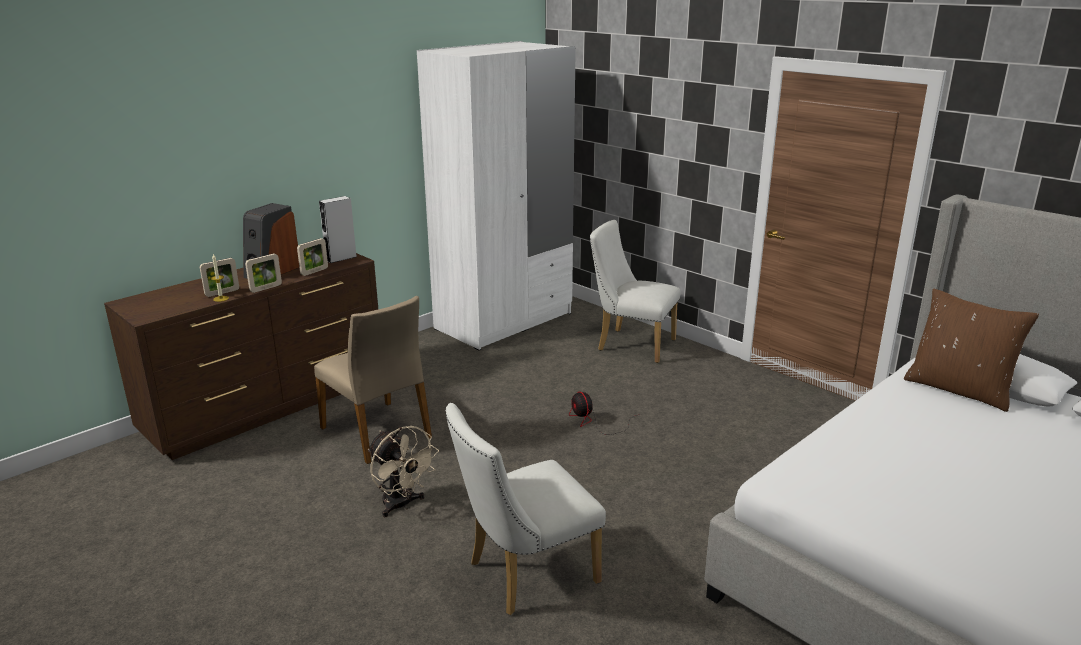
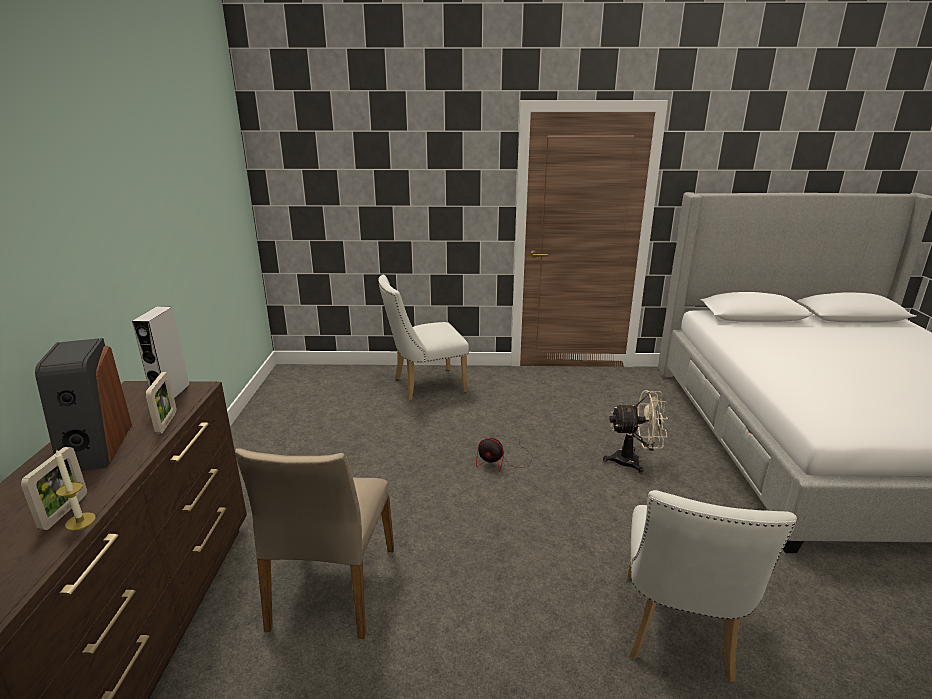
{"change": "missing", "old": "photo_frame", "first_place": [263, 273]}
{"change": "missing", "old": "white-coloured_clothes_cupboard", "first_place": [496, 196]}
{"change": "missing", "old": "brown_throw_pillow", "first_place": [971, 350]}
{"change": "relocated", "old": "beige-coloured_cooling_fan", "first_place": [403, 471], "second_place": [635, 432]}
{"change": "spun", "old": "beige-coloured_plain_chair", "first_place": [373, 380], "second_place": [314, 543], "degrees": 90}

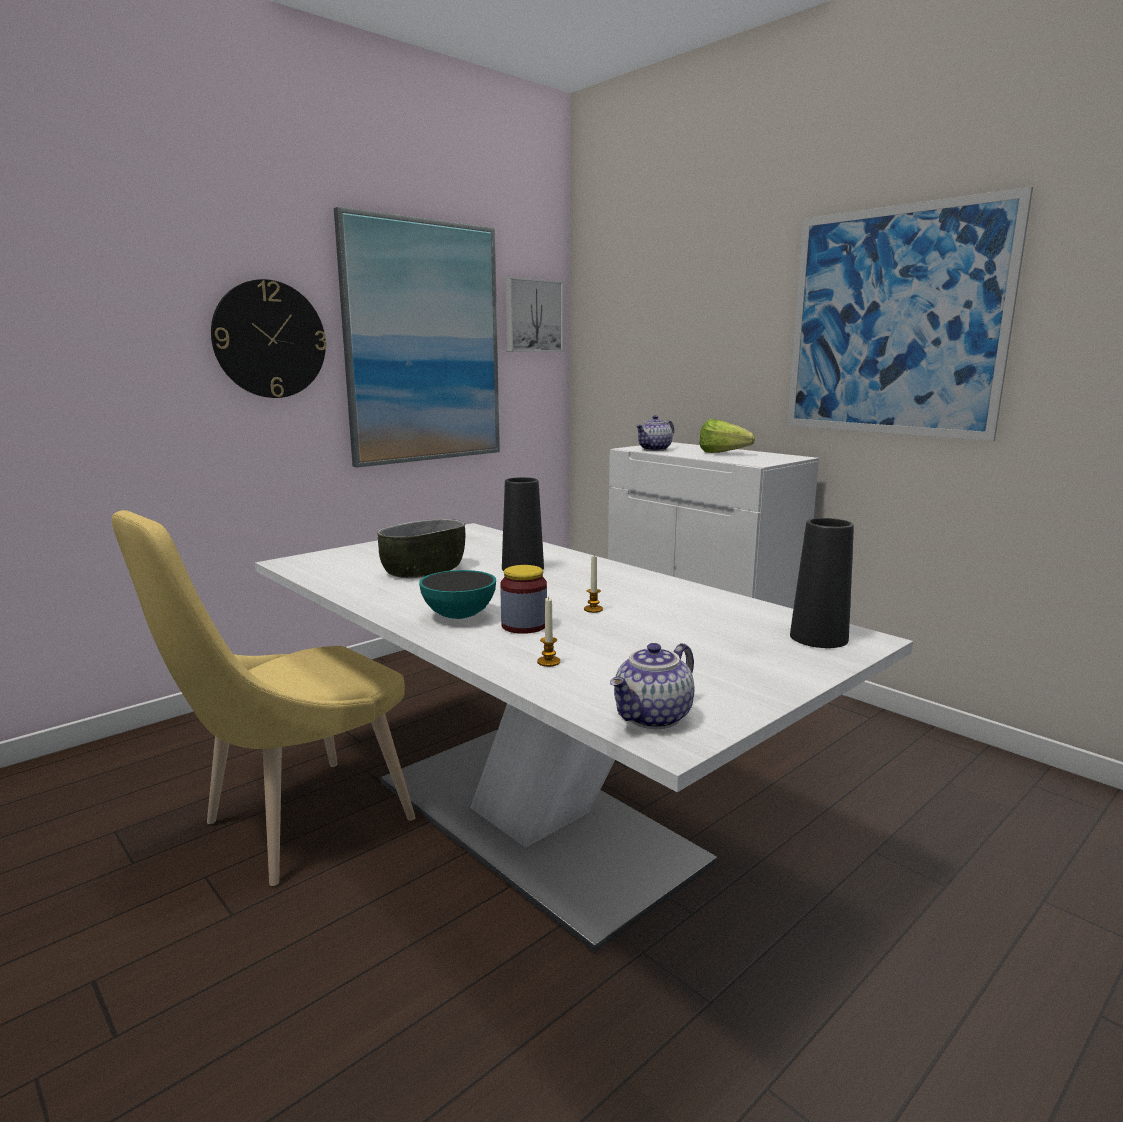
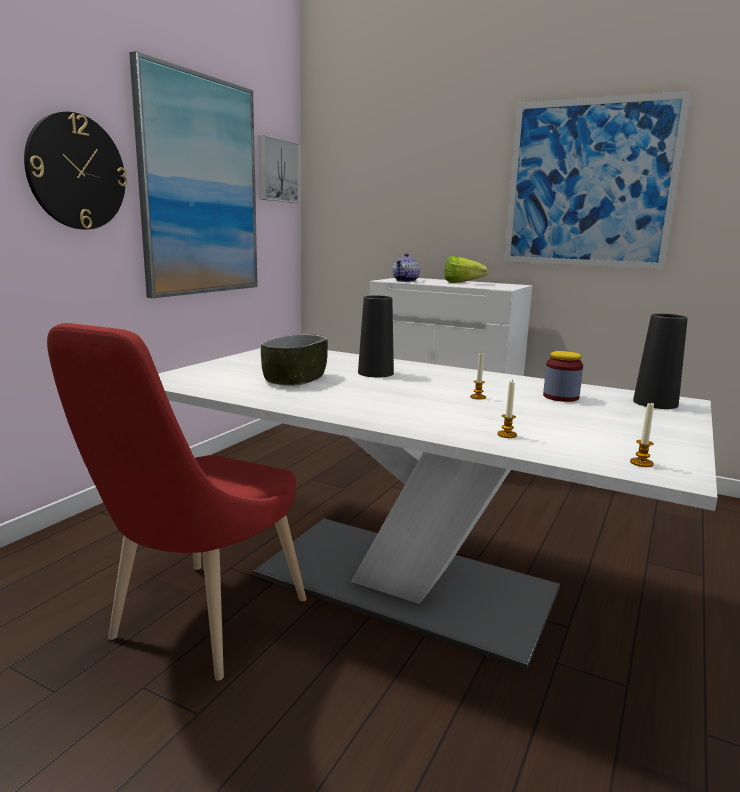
{"change": "missing", "old": "serving_bowl", "first_place": [457, 594]}
{"change": "relocated", "old": "storage_jar", "first_place": [523, 599], "second_place": [563, 376]}
{"change": "exchanged", "old": "tea_pot", "new": "wax_light", "first_place": [652, 686], "second_place": [642, 435]}
{"change": "colour", "old": "yellow-coloured_plain_chair", "new": "red_plain_chair", "first_place": [264, 698], "second_place": [176, 502]}

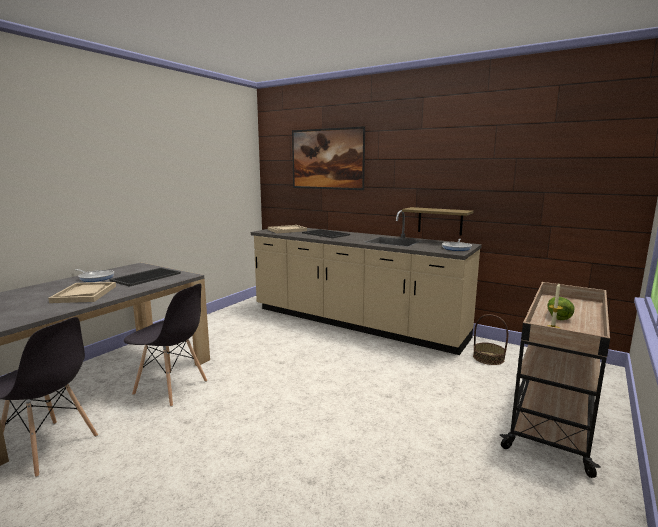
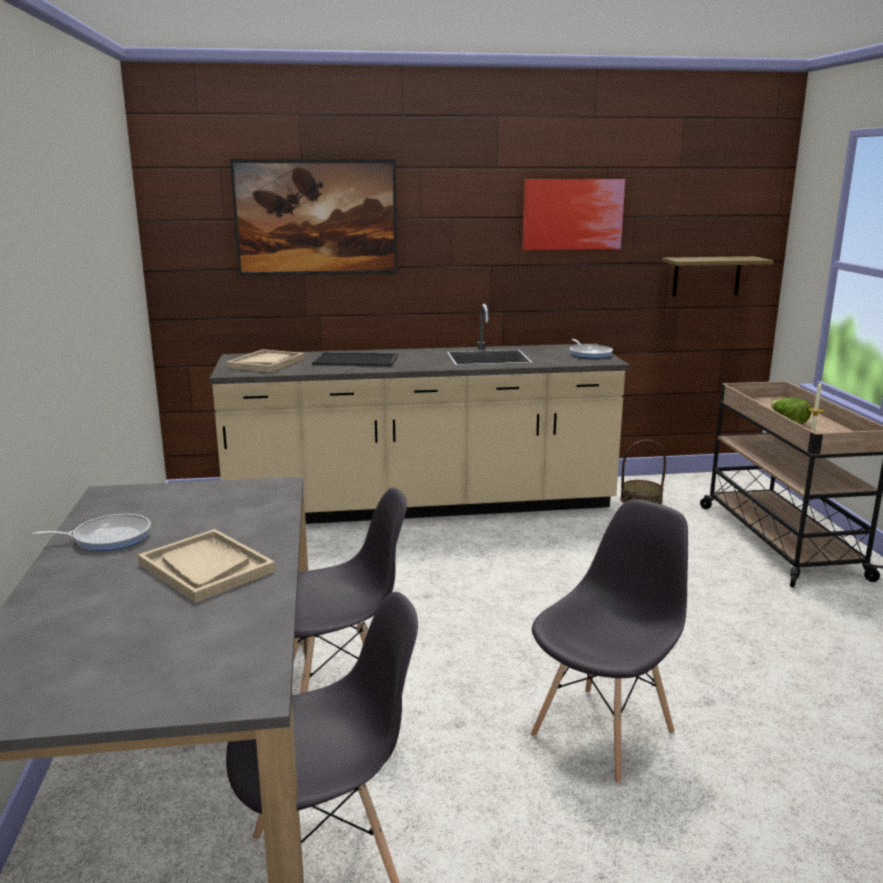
{"change": "missing", "old": "tray", "first_place": [145, 277]}
{"change": "appeared", "new": "wall_picture", "second_place": [573, 214]}
{"change": "appeared", "new": "gray_plain_chair", "second_place": [609, 641]}
{"change": "relocated", "old": "shelf", "first_place": [437, 221], "second_place": [718, 276]}

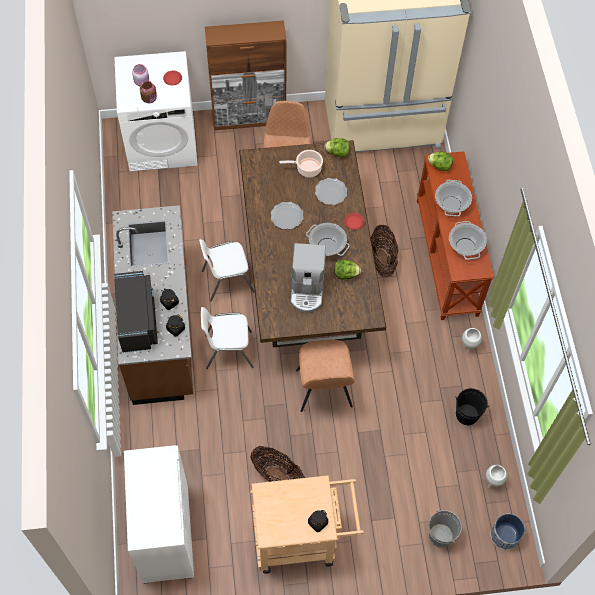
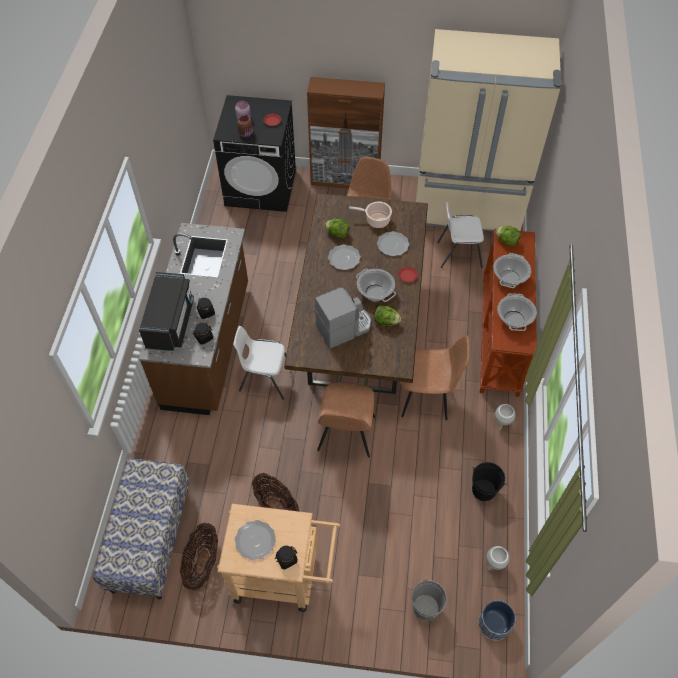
{"change": "appeared", "new": "dinner_plate", "second_place": [255, 540]}
{"change": "appeared", "new": "brown_plain_chair", "second_place": [435, 377]}
{"change": "relocated", "old": "white-coloured_plain_chair", "first_place": [227, 270], "second_place": [460, 235]}
{"change": "relocated", "old": "head_of_lettuce", "first_place": [337, 147], "second_place": [337, 228]}
{"change": "relocated", "old": "basket", "first_place": [384, 251], "second_place": [199, 557]}
{"change": "exchanged", "old": "white-coloured_storage_cabinet", "new": "indoor_bench", "first_place": [159, 514], "second_place": [141, 529]}
{"change": "colour", "old": "white-coloured_laundry_machine", "new": "black-coloured_laundry_machine", "first_place": [156, 111], "second_place": [254, 153]}
{"change": "spun", "old": "coffee_maker", "first_place": [308, 278], "second_place": [343, 318], "degrees": -135}

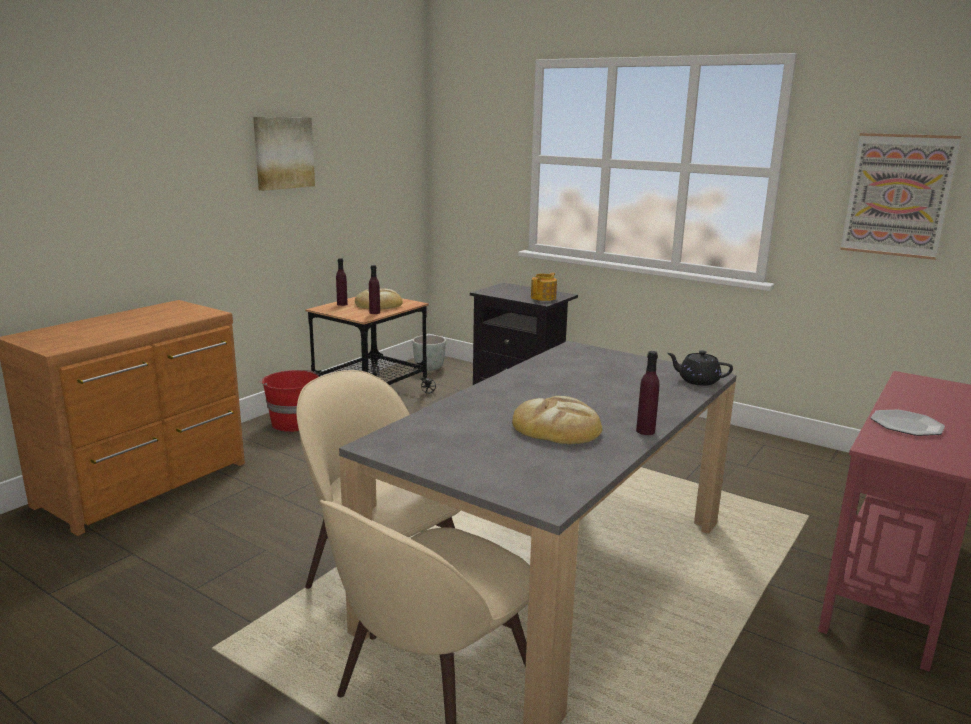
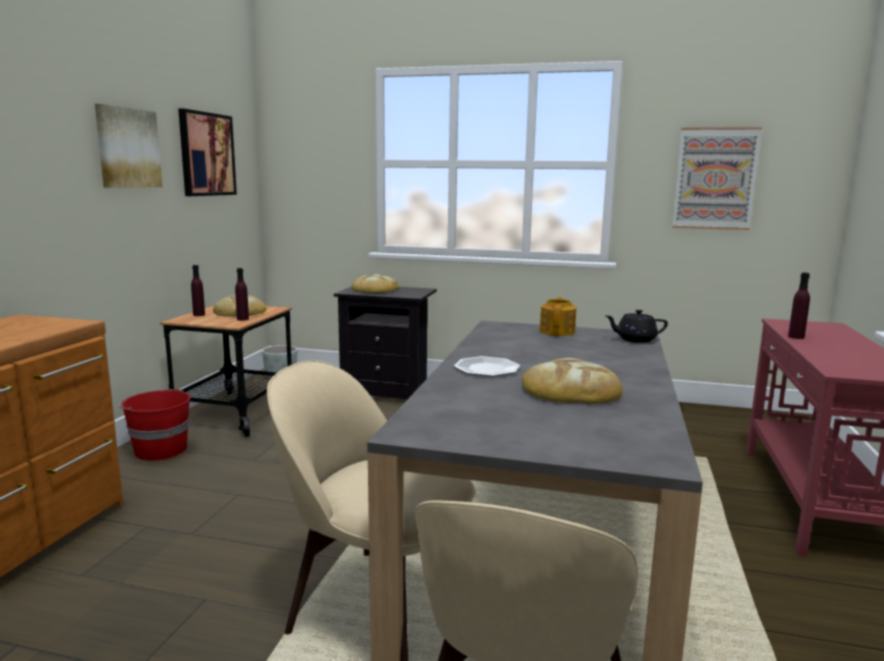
{"change": "appeared", "new": "wall_picture", "second_place": [207, 152]}
{"change": "appeared", "new": "bread", "second_place": [375, 283]}
{"change": "relocated", "old": "tea_pot", "first_place": [544, 287], "second_place": [558, 316]}
{"change": "relocated", "old": "purple-coloured_drink_bottle", "first_place": [647, 393], "second_place": [799, 306]}
{"change": "relocated", "old": "dinner_plate", "first_place": [908, 423], "second_place": [487, 366]}

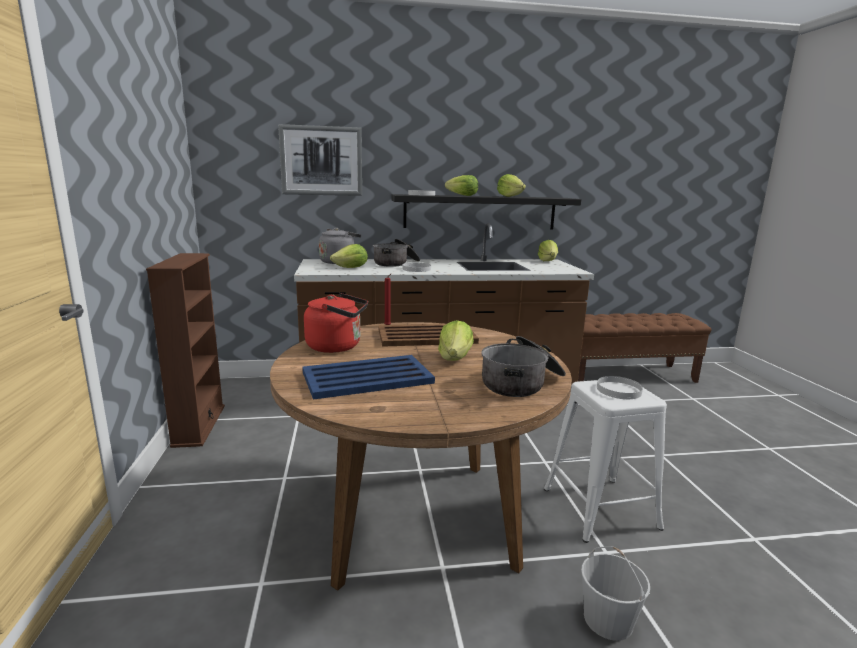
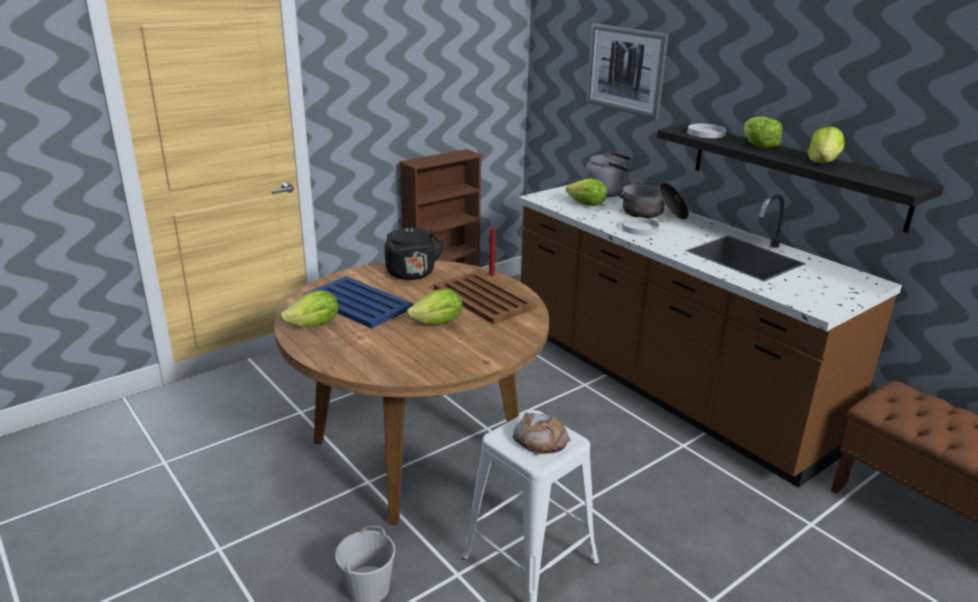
{"change": "missing", "old": "saucepot", "first_place": [523, 366]}
{"change": "relocated", "old": "head_of_lettuce", "first_place": [548, 250], "second_place": [309, 308]}
{"change": "exchanged", "old": "white-coloured_dinner_plate", "new": "bread", "first_place": [620, 387], "second_place": [542, 433]}
{"change": "colour", "old": "red_tea_kettle", "new": "black-coloured_tea_kettle", "first_place": [336, 323], "second_place": [414, 254]}

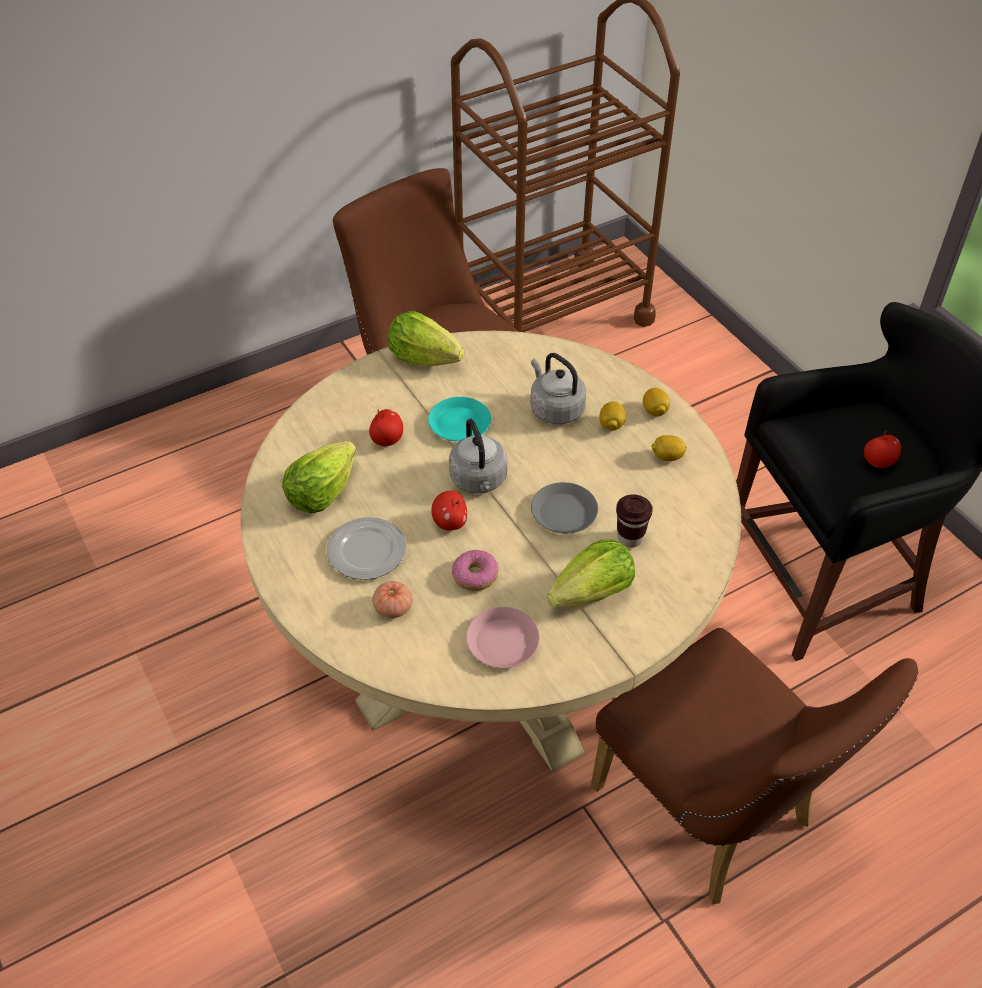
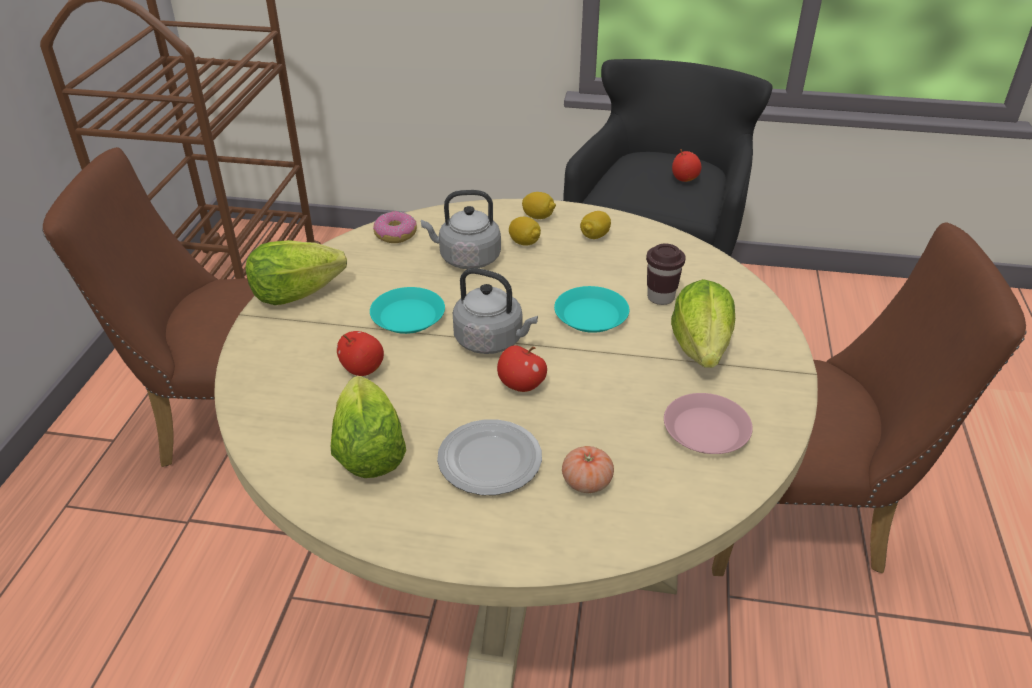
{"change": "relocated", "old": "ring_doughnut", "first_place": [475, 570], "second_place": [395, 227]}
{"change": "colour", "old": "gray_dinner_plate", "new": "blue-green_dinner_plate", "first_place": [564, 507], "second_place": [591, 309]}

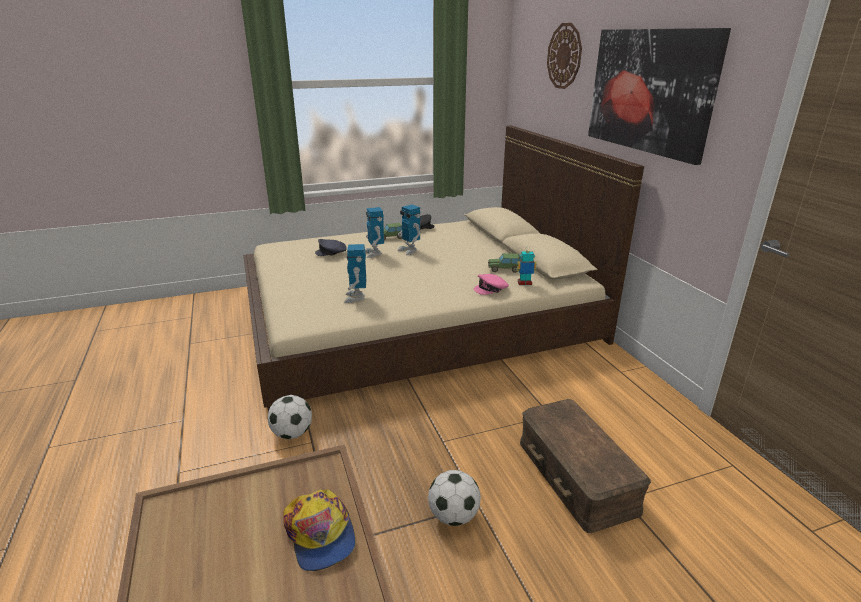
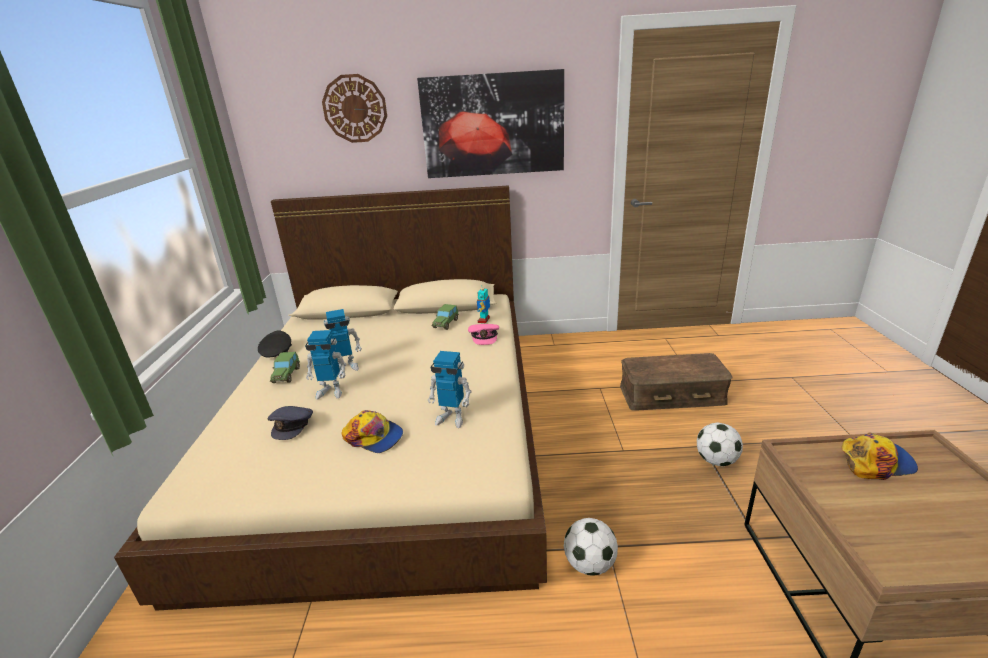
{"change": "appeared", "new": "peaked_cap", "second_place": [372, 431]}

